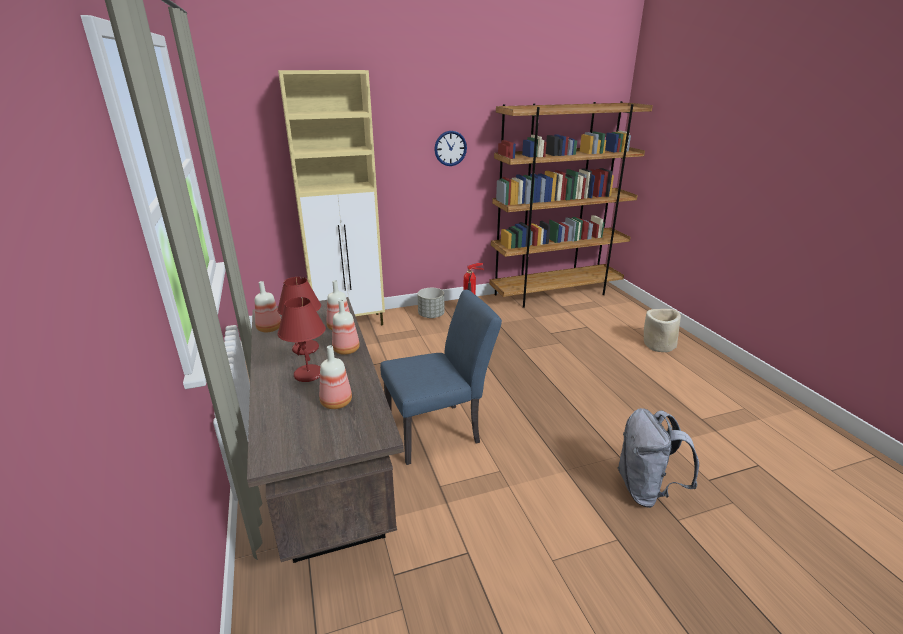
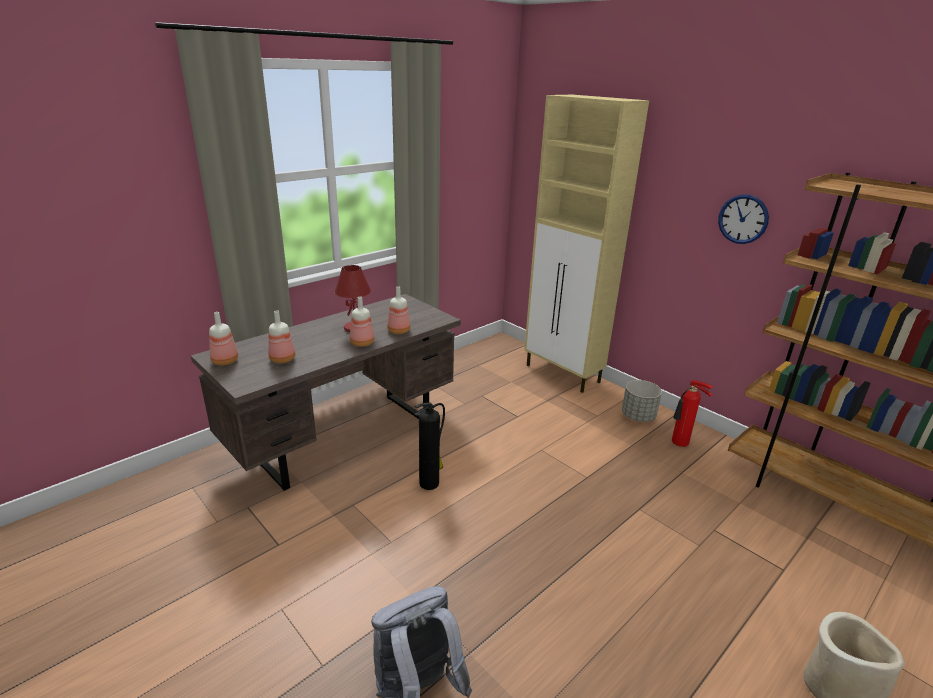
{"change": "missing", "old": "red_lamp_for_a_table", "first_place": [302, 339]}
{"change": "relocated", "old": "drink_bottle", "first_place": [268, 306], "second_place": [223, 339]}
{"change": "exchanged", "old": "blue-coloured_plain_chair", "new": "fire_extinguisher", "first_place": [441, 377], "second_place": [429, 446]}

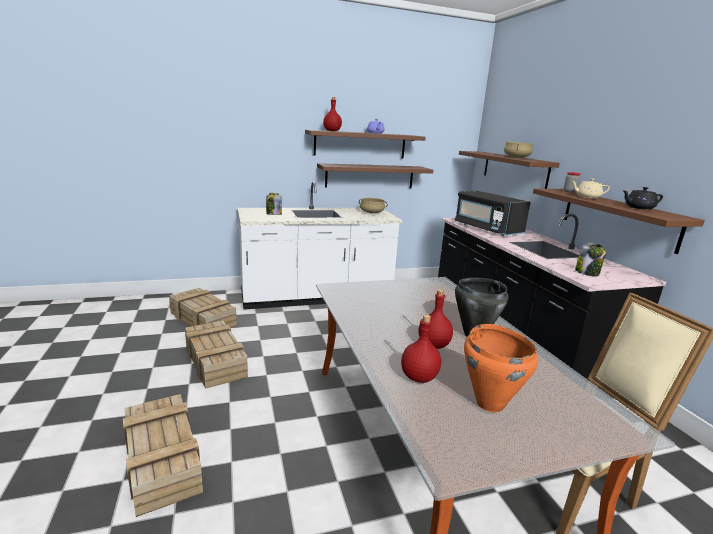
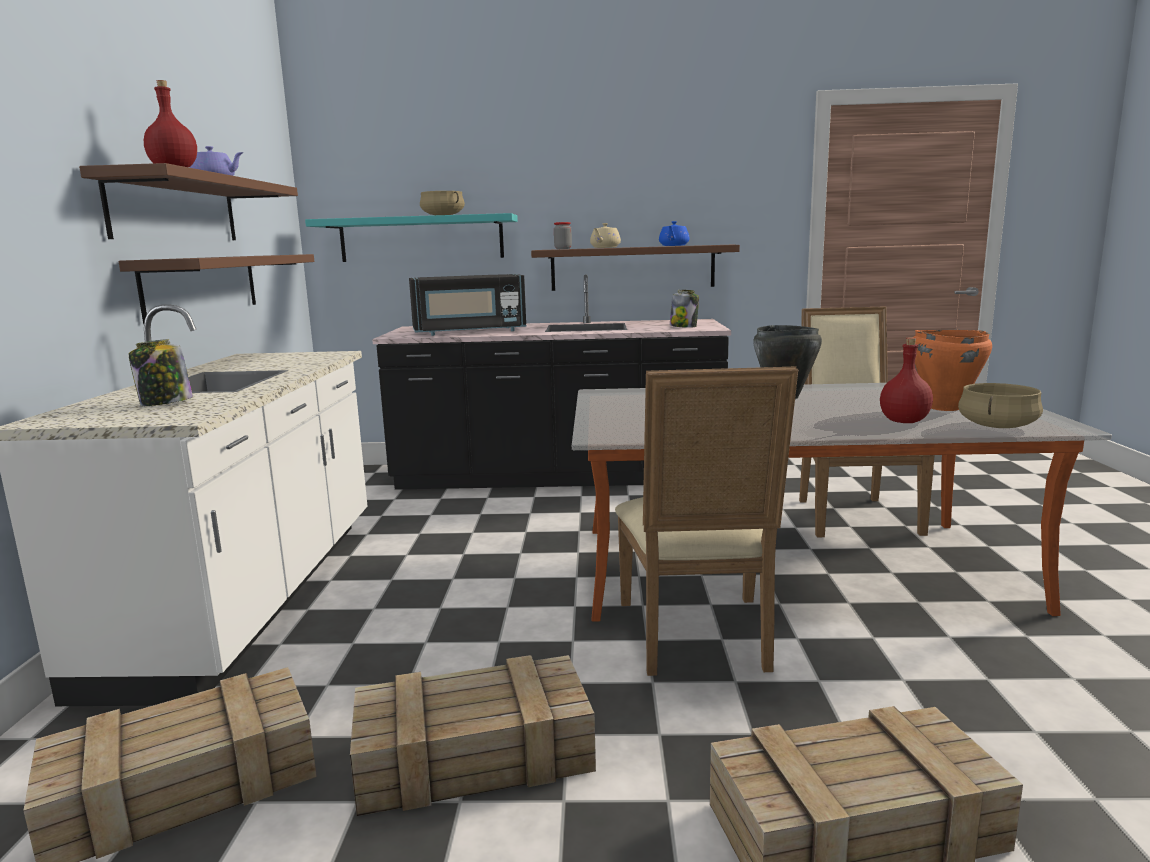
{"change": "missing", "old": "red_drink_bottle", "first_place": [436, 319]}
{"change": "appeared", "new": "beige-coloured_plain_chair", "second_place": [706, 521]}
{"change": "relocated", "old": "beige-coloured_saucepot", "first_place": [373, 205], "second_place": [1000, 405]}
{"change": "colour", "old": "brown_shelf", "new": "blue-green_shelf", "first_place": [509, 170], "second_place": [411, 237]}
{"change": "colour", "old": "black-coloured_tea_pot", "new": "blue-coloured_tea_pot", "first_place": [642, 198], "second_place": [674, 233]}

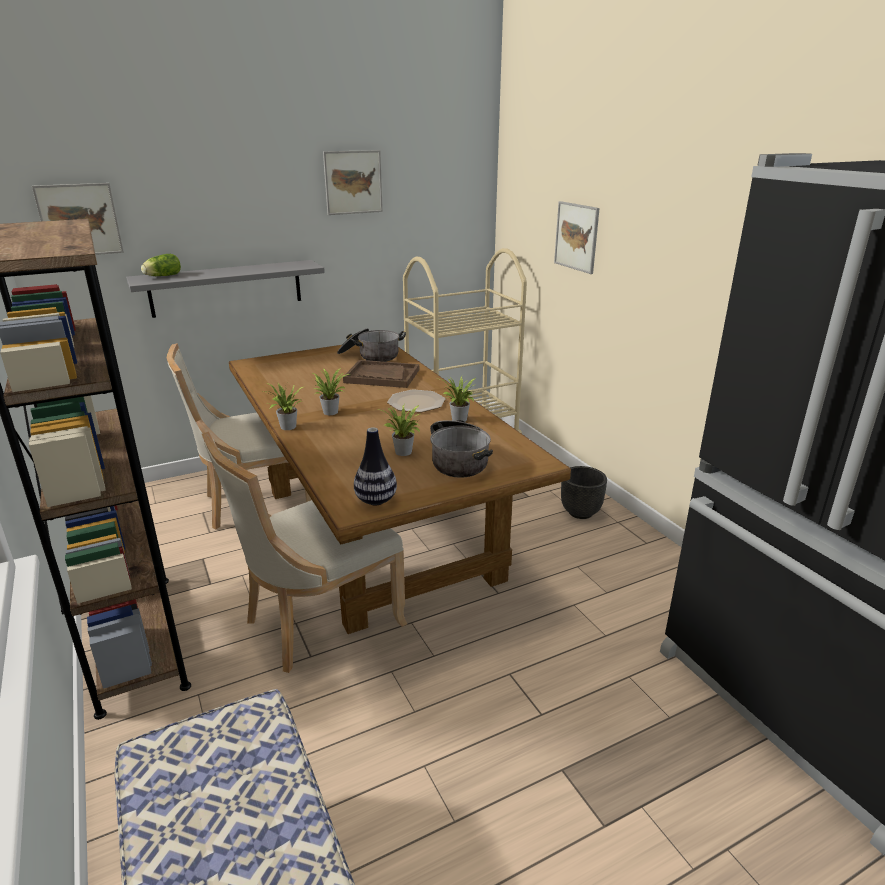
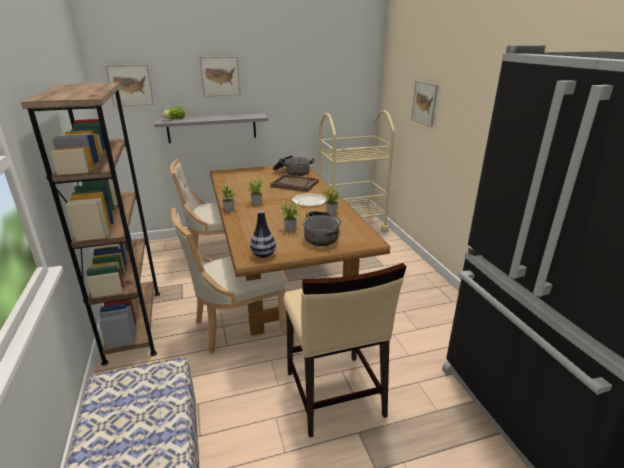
{"change": "missing", "old": "black-coloured_flower_pot", "first_place": [584, 492]}
{"change": "appeared", "new": "beige-coloured_plain_chair", "second_place": [345, 350]}
{"change": "relocated", "old": "wall_picture", "first_place": [353, 182], "second_place": [219, 76]}

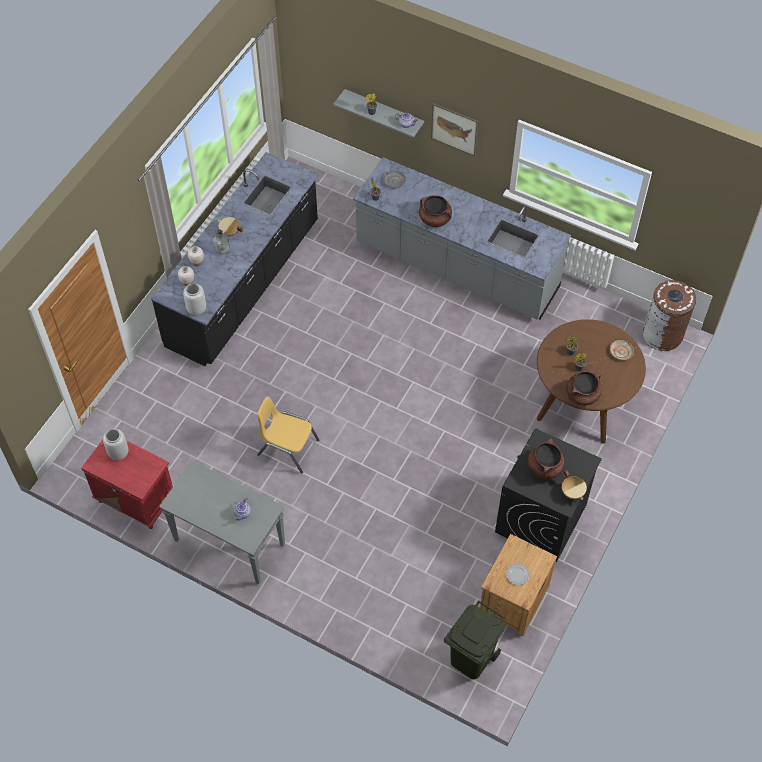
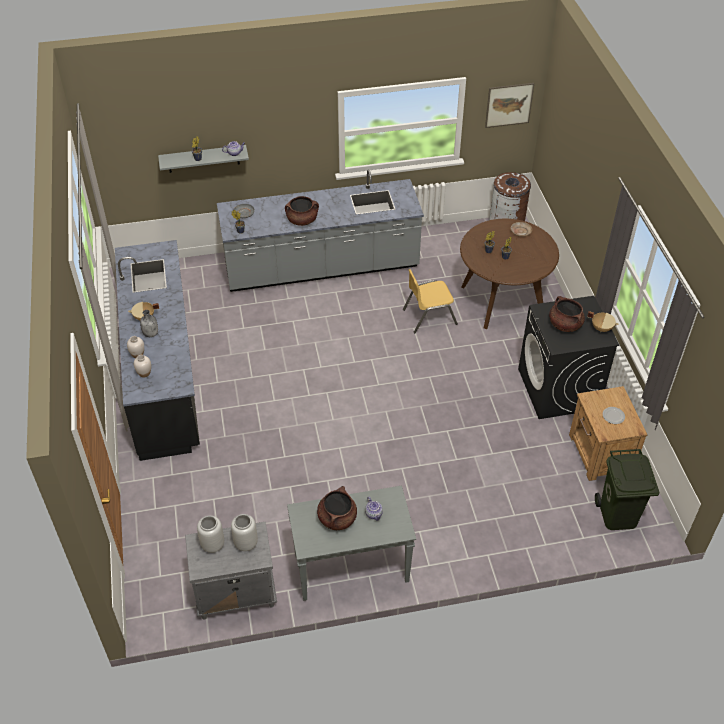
{"change": "relocated", "old": "gray_vase", "first_place": [194, 299], "second_place": [244, 532]}
{"change": "relocated", "old": "yellow-coloured_plain_chair", "first_place": [288, 435], "second_place": [430, 301]}
{"change": "relocated", "old": "wall_picture", "first_place": [454, 129], "second_place": [509, 105]}
{"change": "relocated", "old": "brown_saucepot", "first_place": [584, 388], "second_place": [337, 508]}
{"change": "colour", "old": "red_bedside_table", "new": "gray_bedside_table", "first_place": [127, 484], "second_place": [231, 570]}

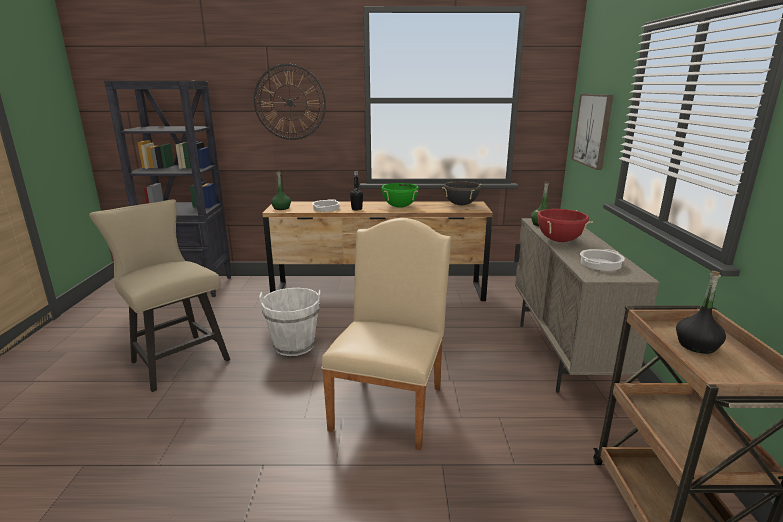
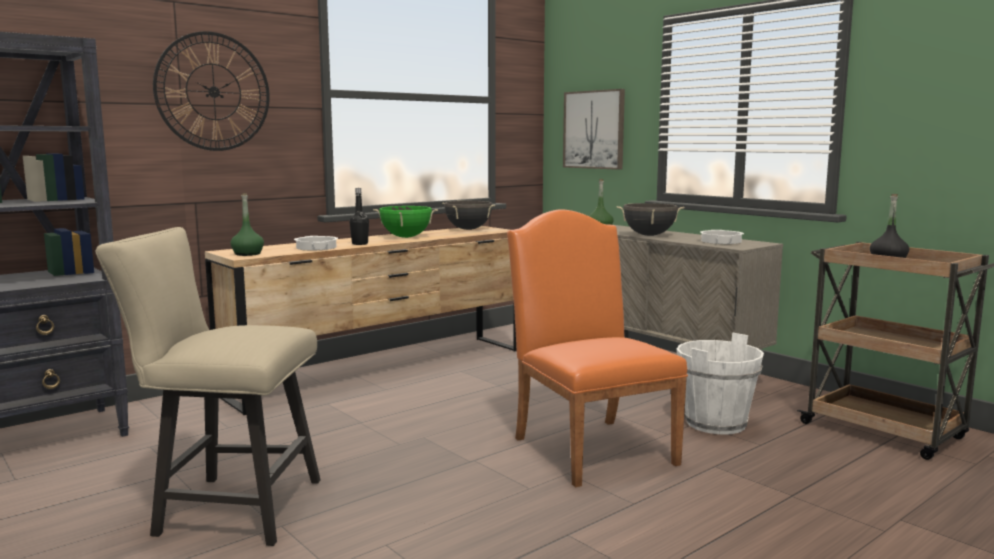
{"change": "relocated", "old": "white-coloured_water_bucket", "first_place": [289, 322], "second_place": [720, 383]}
{"change": "colour", "old": "beige-coloured_plain_chair", "new": "orangey_plain_chair", "first_place": [386, 334], "second_place": [597, 348]}
{"change": "colour", "old": "red_saucepot", "new": "black-coloured_saucepot", "first_place": [564, 225], "second_place": [650, 219]}

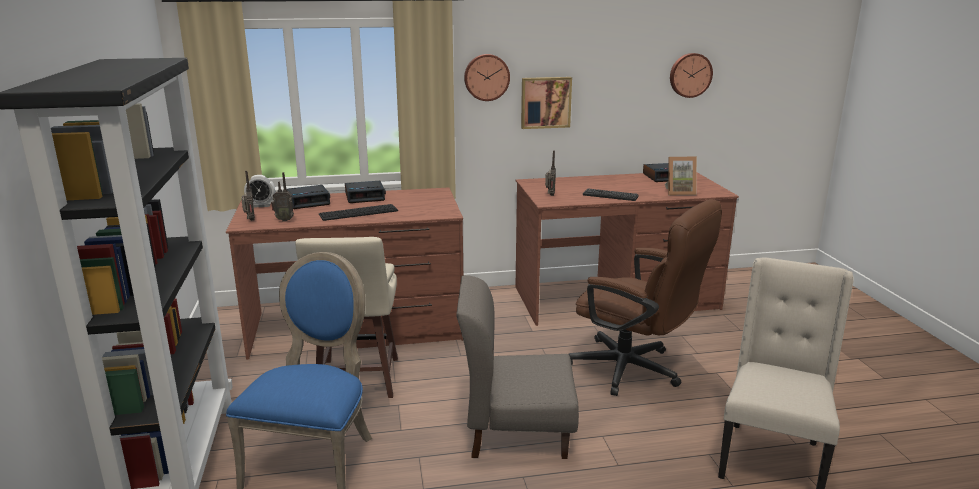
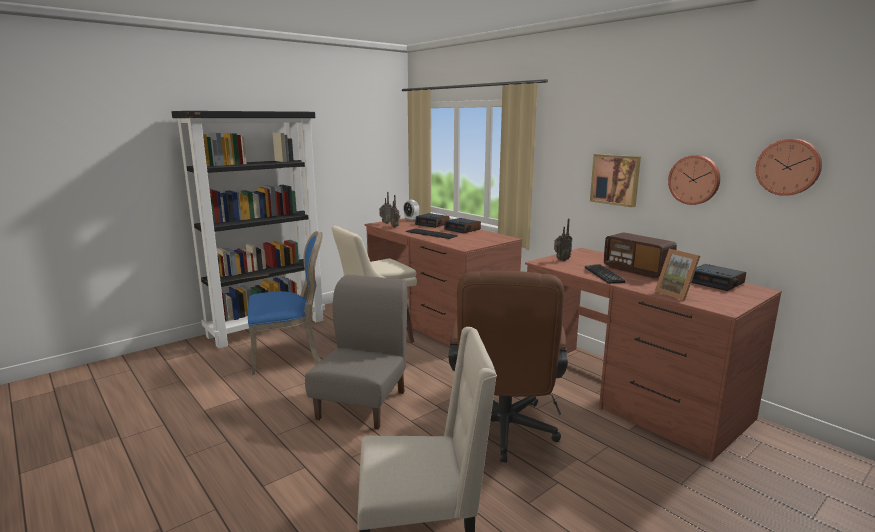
{"change": "appeared", "new": "radio_receiver", "second_place": [640, 255]}
{"change": "relocated", "old": "hanging_clock", "first_place": [487, 77], "second_place": [694, 180]}
{"change": "spun", "old": "gray_plain_chair", "first_place": [517, 367], "second_place": [356, 351], "degrees": 45}

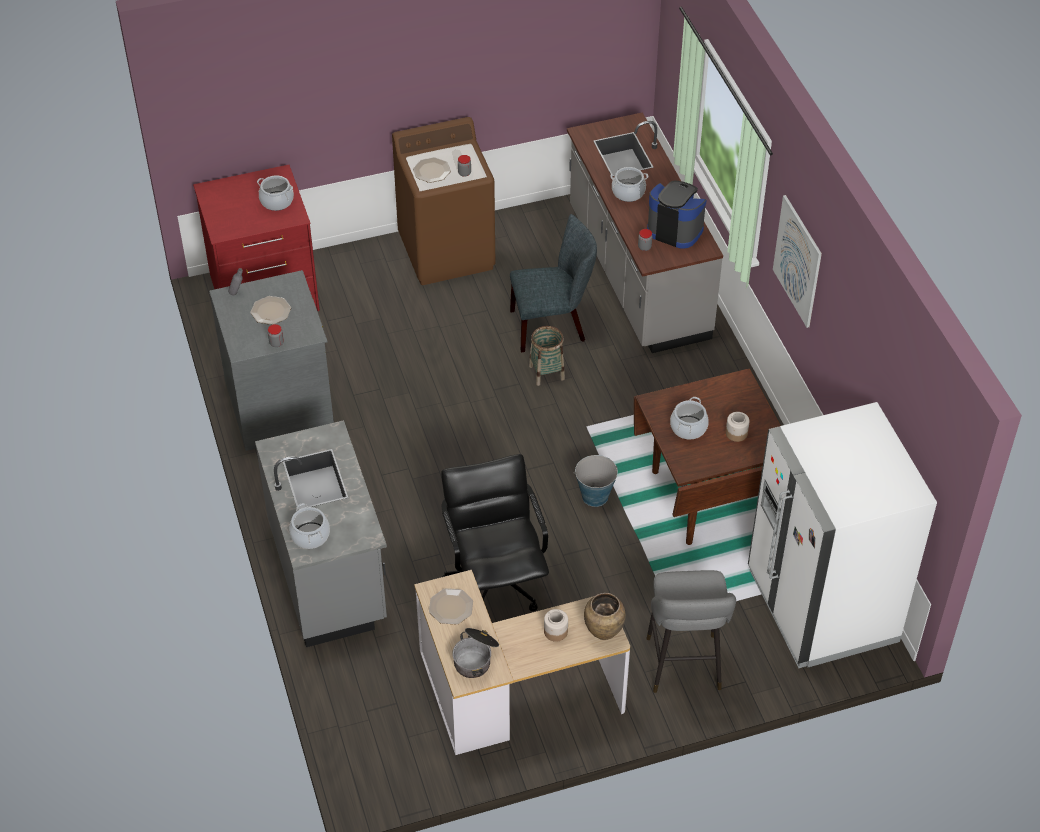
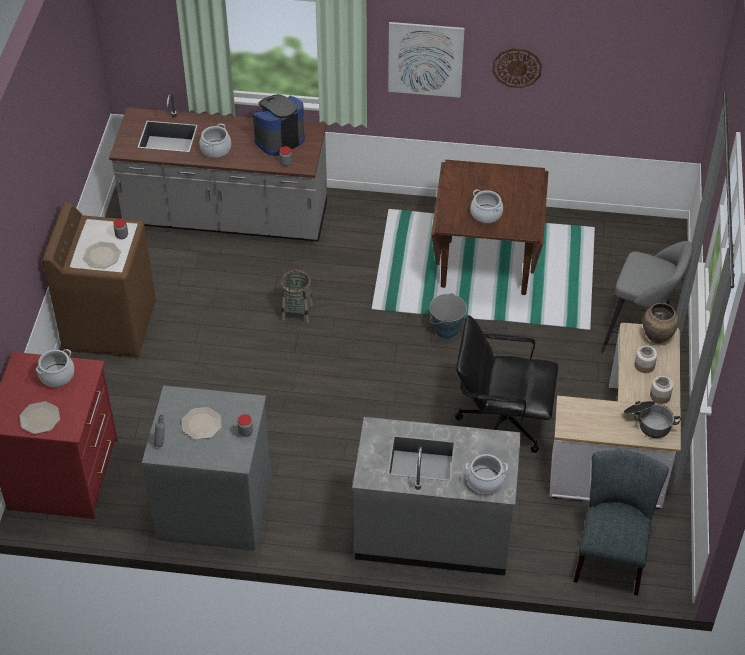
{"change": "missing", "old": "white-coloured_refrigerator", "first_place": [842, 535]}
{"change": "appeared", "new": "hanging_clock", "second_place": [517, 68]}
{"change": "relocated", "old": "dinner_plate", "first_place": [451, 606], "second_place": [39, 417]}
{"change": "relocated", "old": "gray_plain_chair", "first_place": [553, 283], "second_place": [621, 523]}
{"change": "relocated", "old": "storage_jar", "first_place": [738, 427], "second_place": [661, 390]}

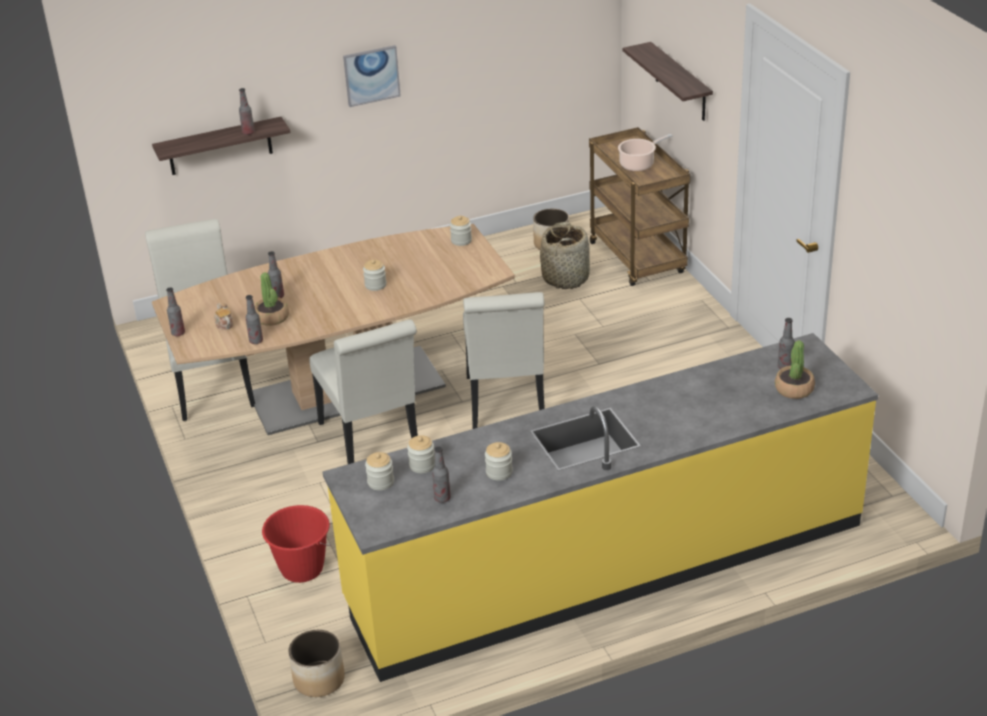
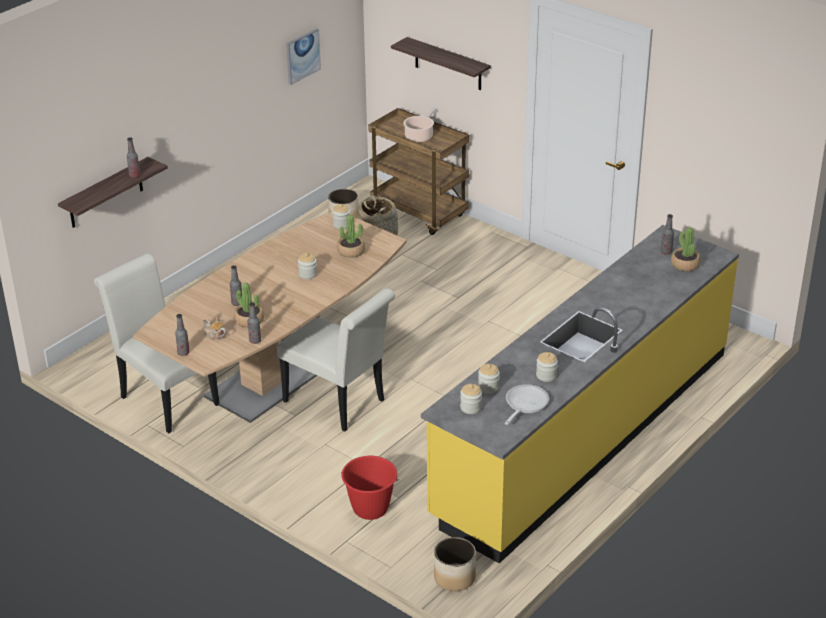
{"change": "missing", "old": "white-coloured_plain_chair", "first_place": [504, 360]}
{"change": "appeared", "new": "houseplant", "second_place": [351, 236]}
{"change": "relocated", "old": "wall_picture", "first_place": [372, 76], "second_place": [303, 56]}
{"change": "exchanged", "old": "drink_bottle", "new": "pan", "first_place": [441, 474], "second_place": [527, 404]}

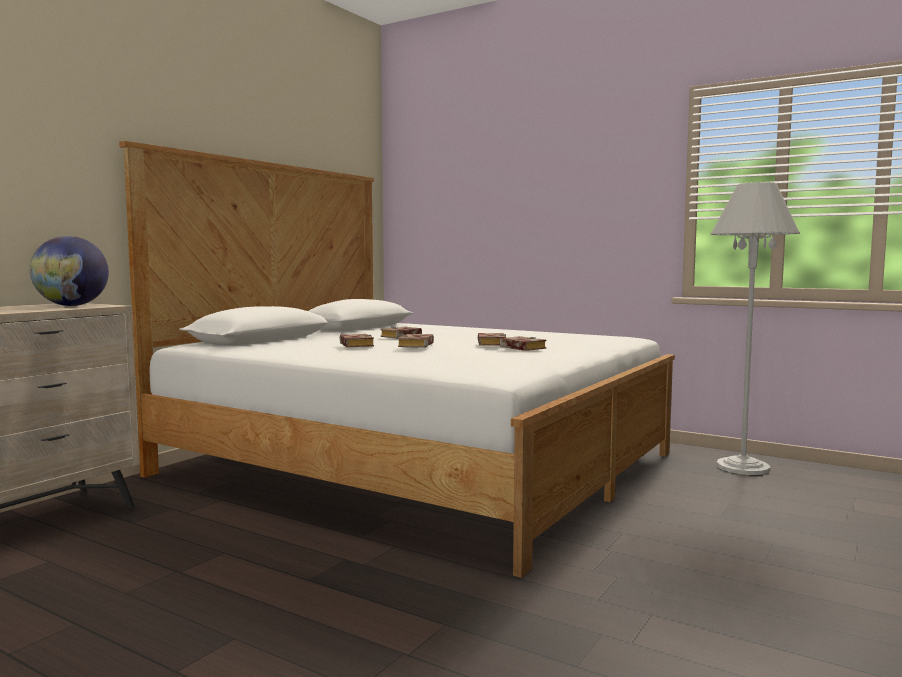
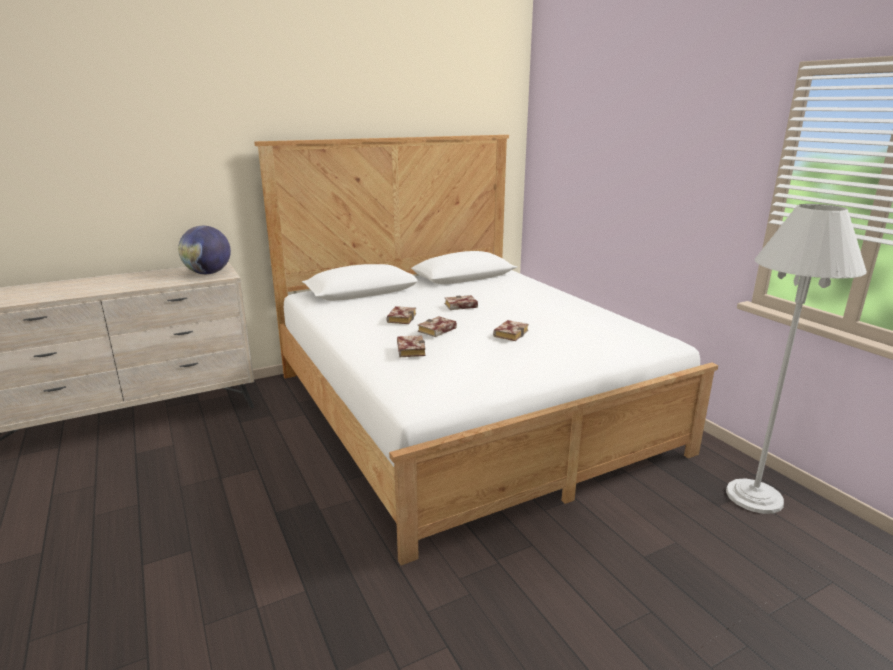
{"change": "relocated", "old": "book", "first_place": [523, 343], "second_place": [411, 346]}

